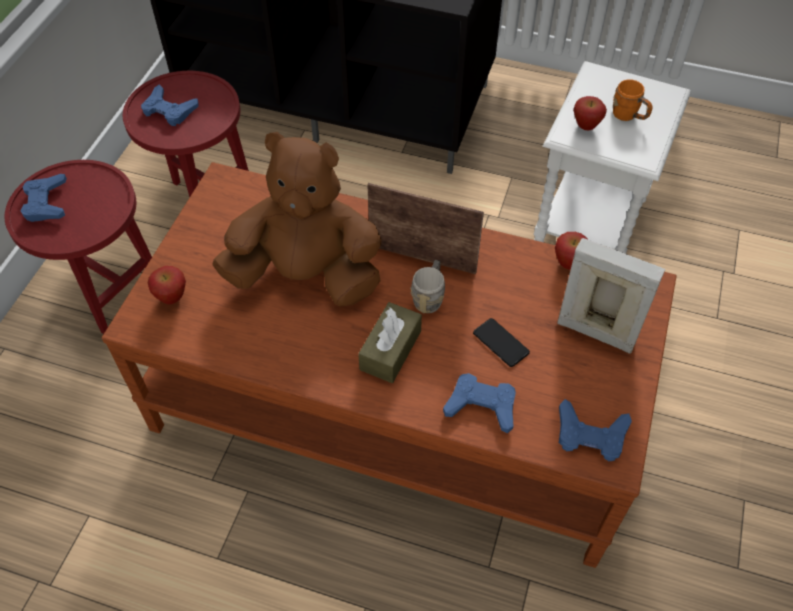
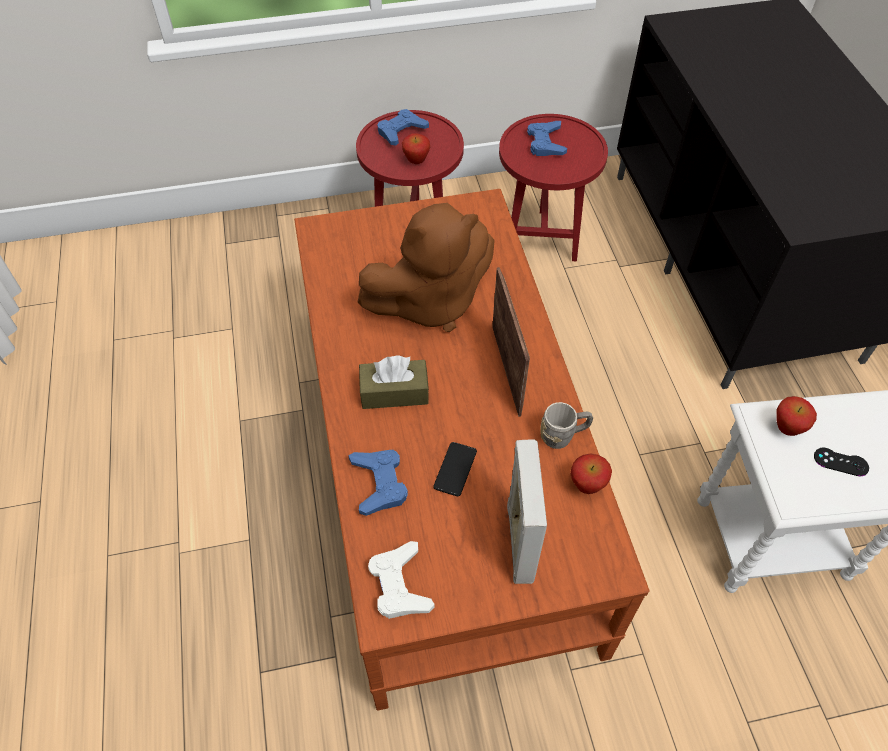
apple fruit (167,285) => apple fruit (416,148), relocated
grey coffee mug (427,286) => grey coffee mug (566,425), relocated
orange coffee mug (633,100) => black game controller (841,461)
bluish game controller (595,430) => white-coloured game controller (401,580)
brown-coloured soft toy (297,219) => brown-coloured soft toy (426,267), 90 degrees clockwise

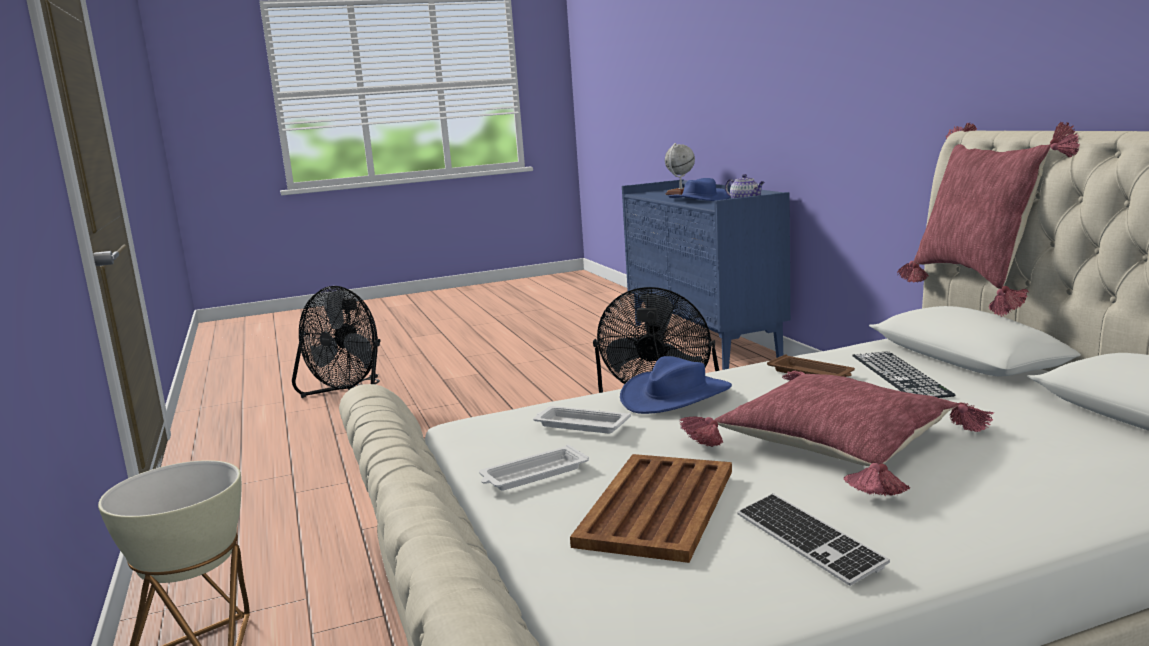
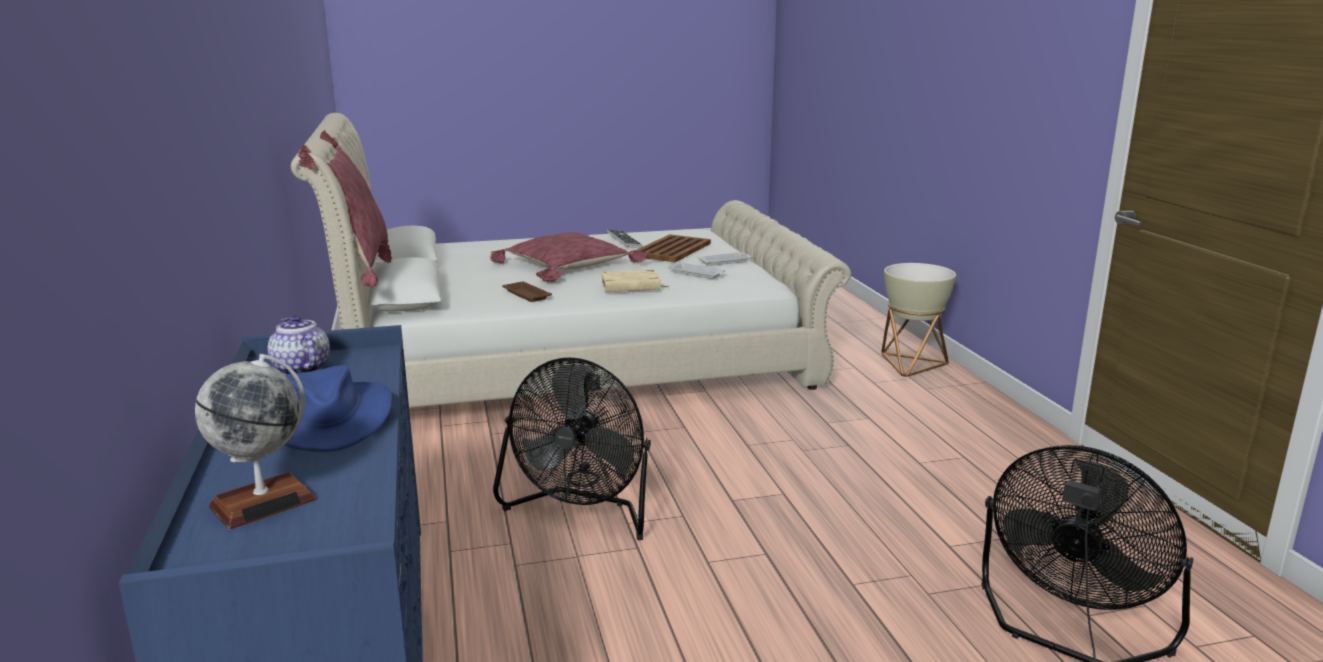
PC keyboard (904,374) => nothing
bluish hat (676,385) => sand-coloured volume (635,281)

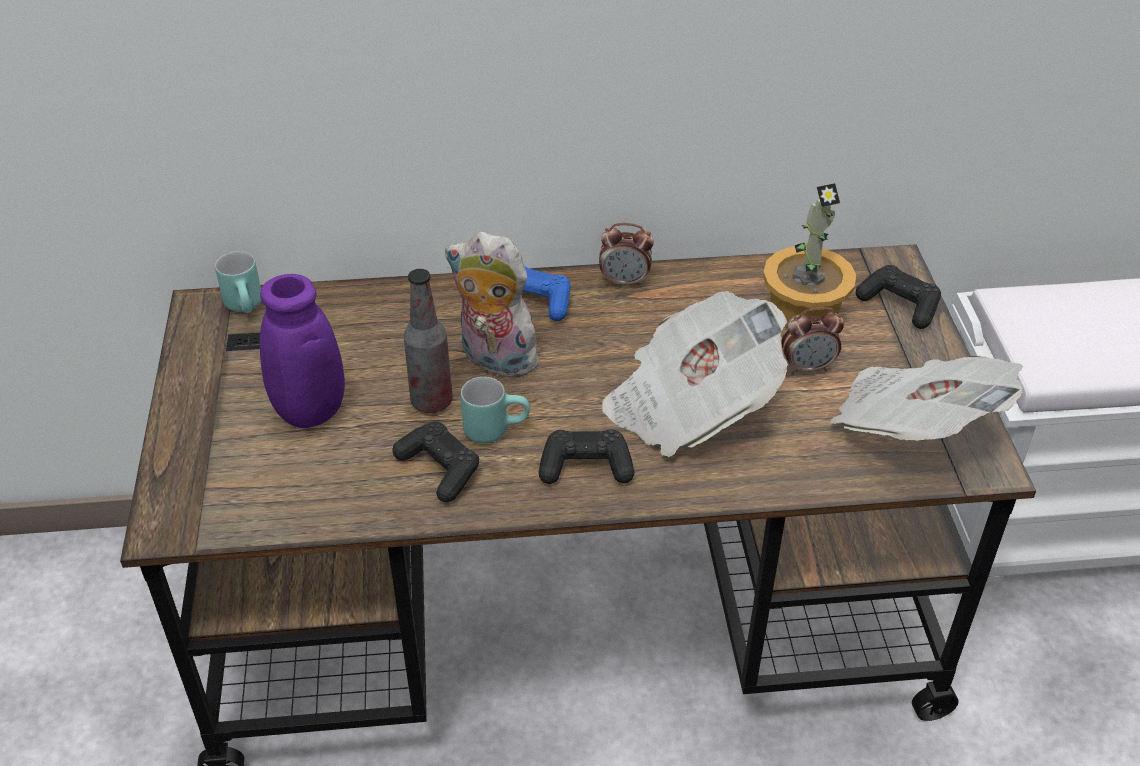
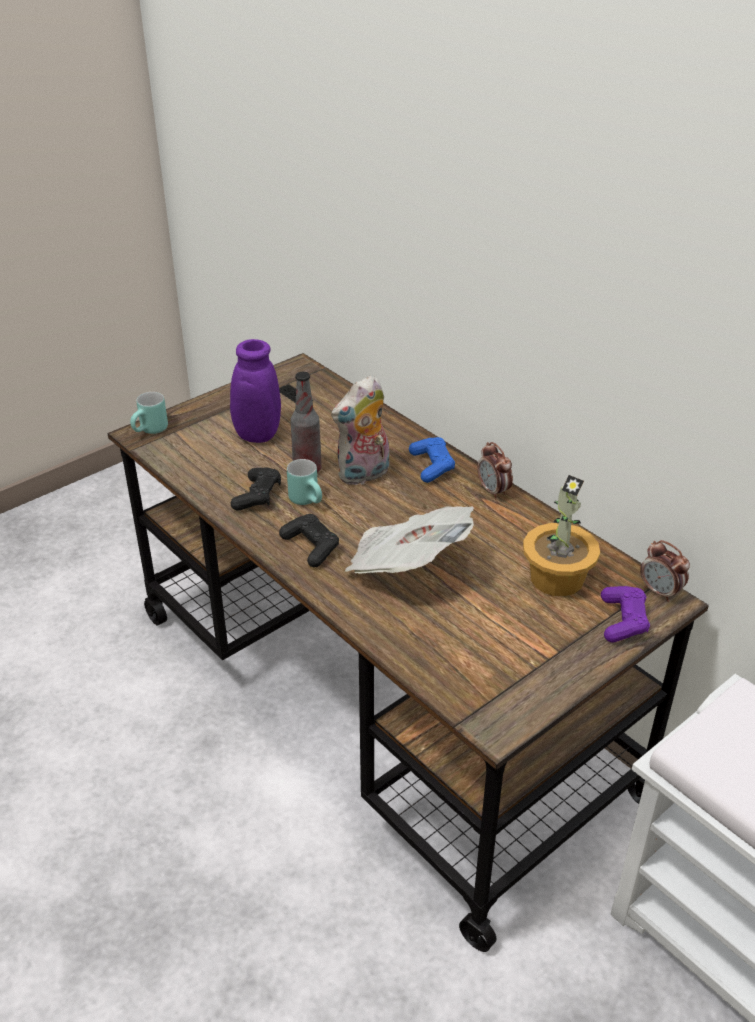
daily paper (926,398) => nothing
turquoise coffee mug (238,282) => turquoise coffee mug (149,413), relocated
table clock (812,341) => table clock (665,571), relocated
black game controller (898,297) => purple-coloured game controller (625,614)
soft toy (494,305) => soft toy (360,430), 120 degrees counterclockwise

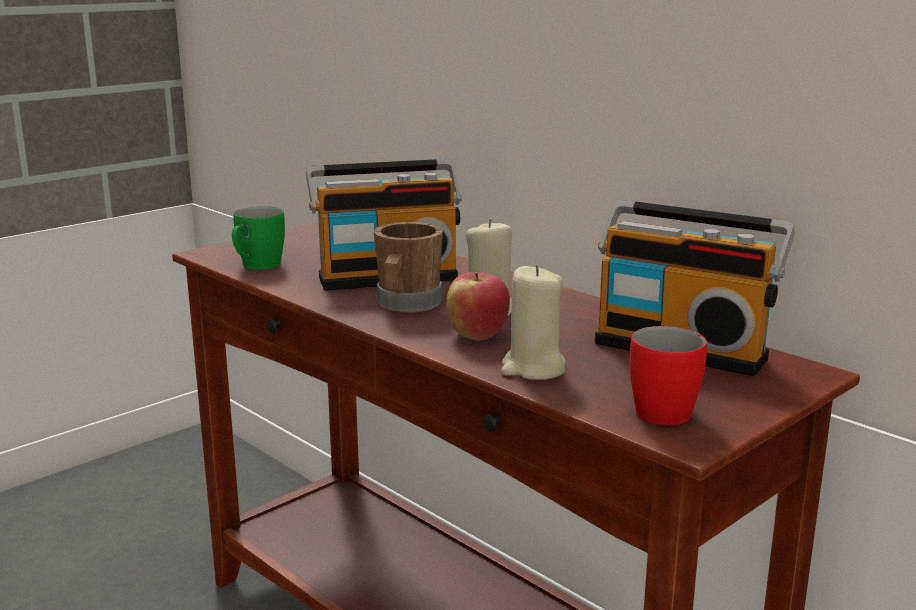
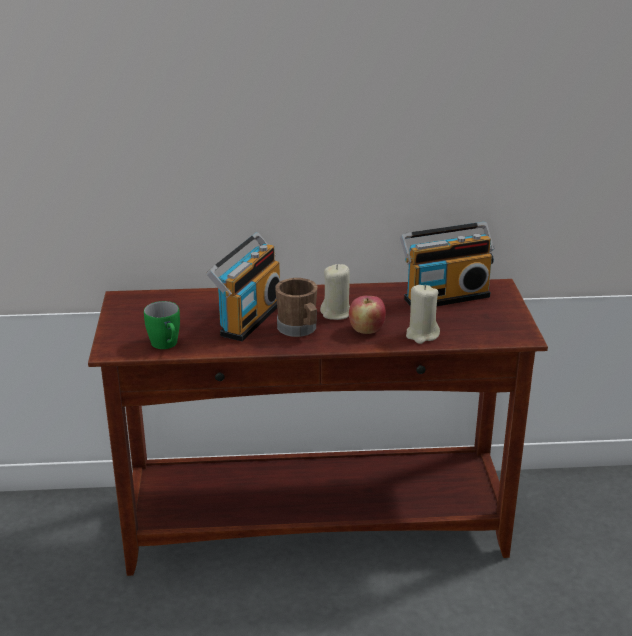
red-coloured coffee mug (668,375) => nothing

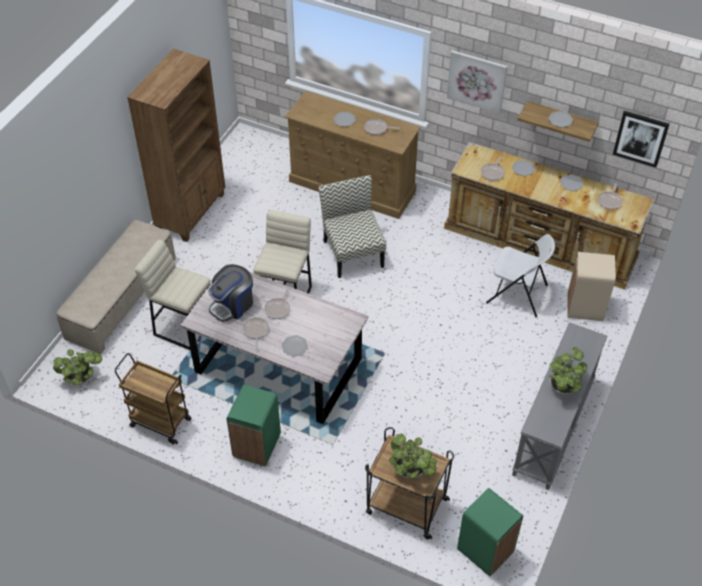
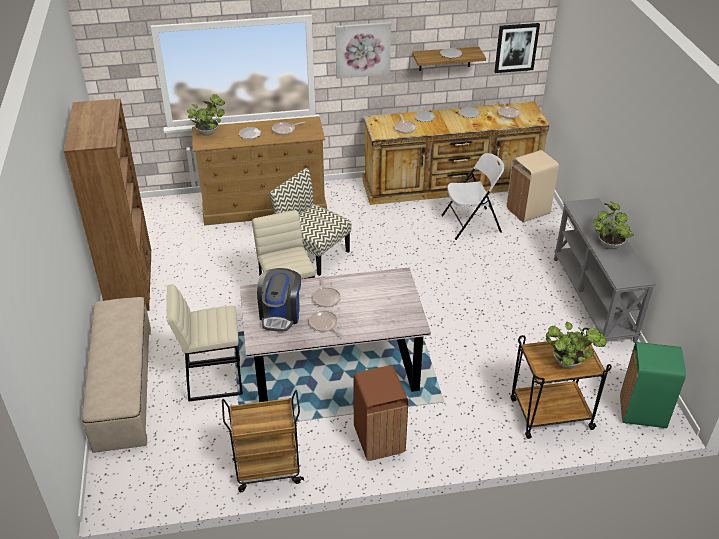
dinner plate (295,345) => nothing
plant in a pot (77,367) => plant in a pot (206,115), relocated
green waste bin (254,425) => brown-coloured waste bin (380,413)

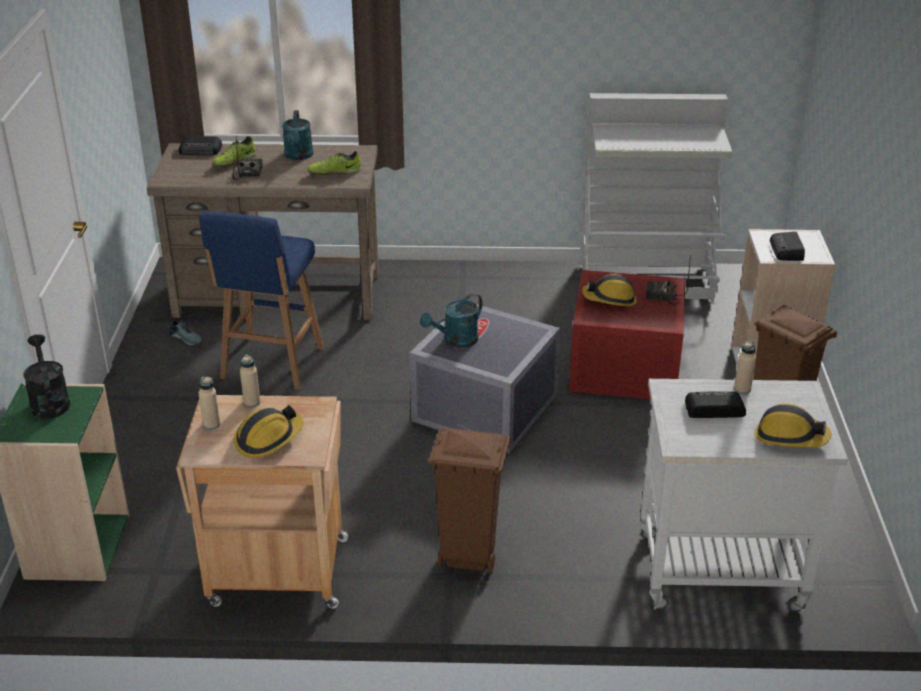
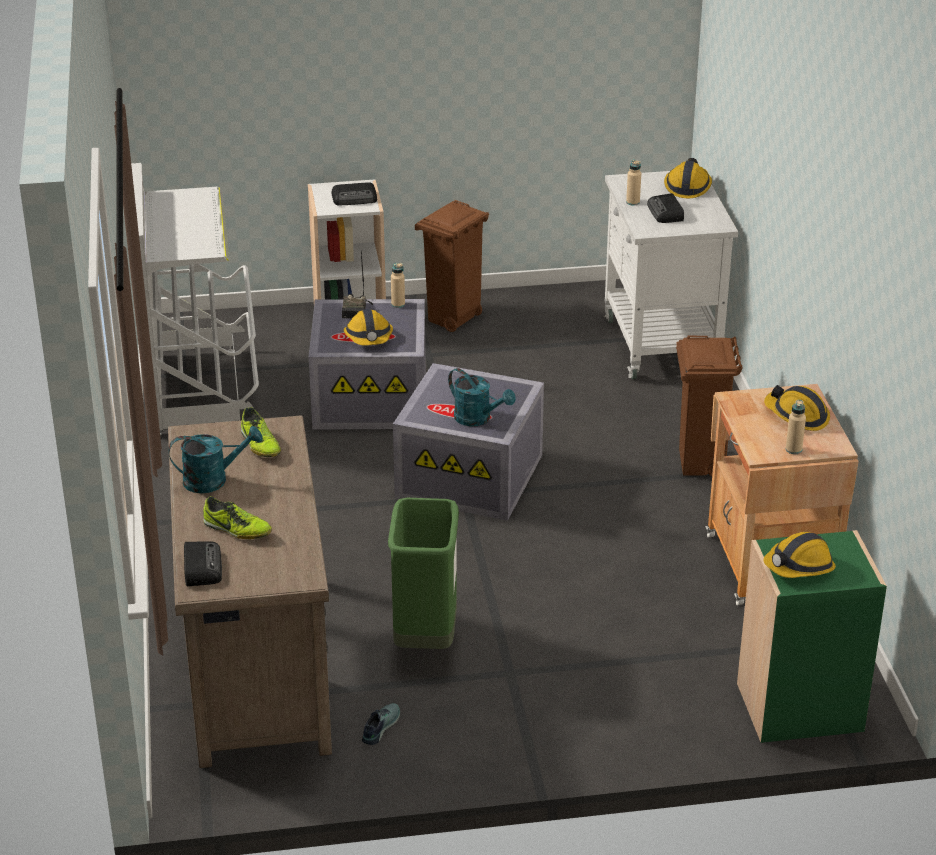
radio (248,159) => nothing
sand-coloured beverage bottle (250,380) => sand-coloured beverage bottle (398,285), relocated
black watering pot (47,376) => safety helmet (799,555)
bluish sitting stool (261,300) => green waste bin (423,573)
red-coloured storage bin (627,334) => grey storage bin (367,364)

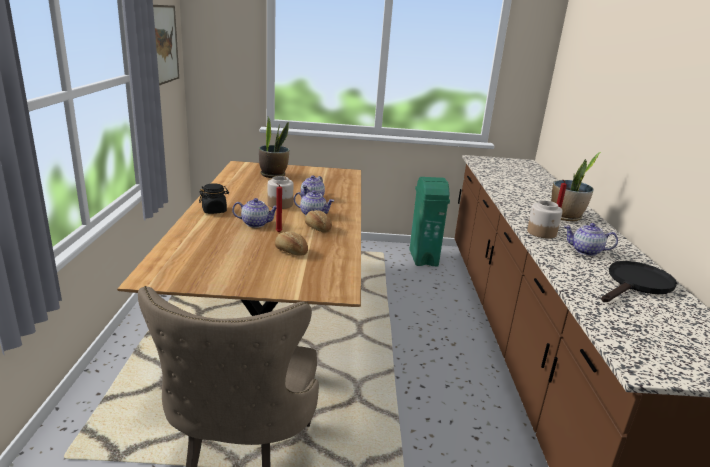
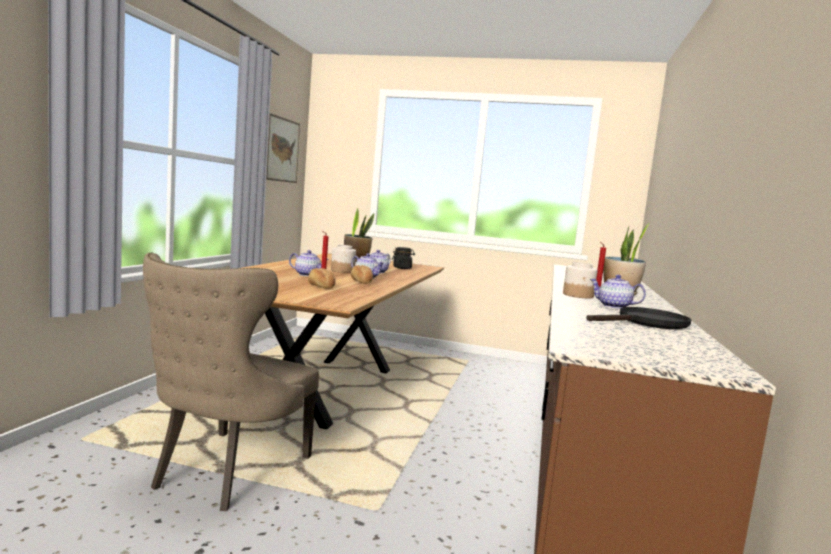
green waste bin (430,221) => nothing
black storage jar (214,198) => black storage jar (403,258), relocated

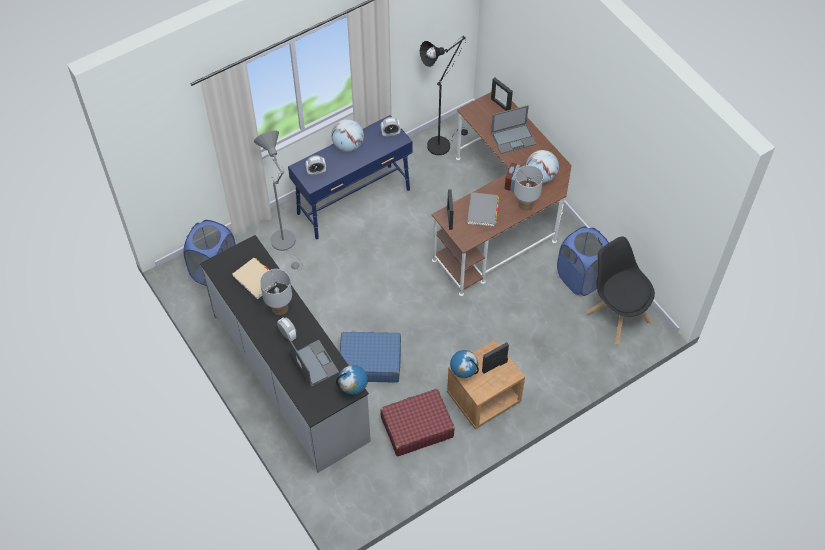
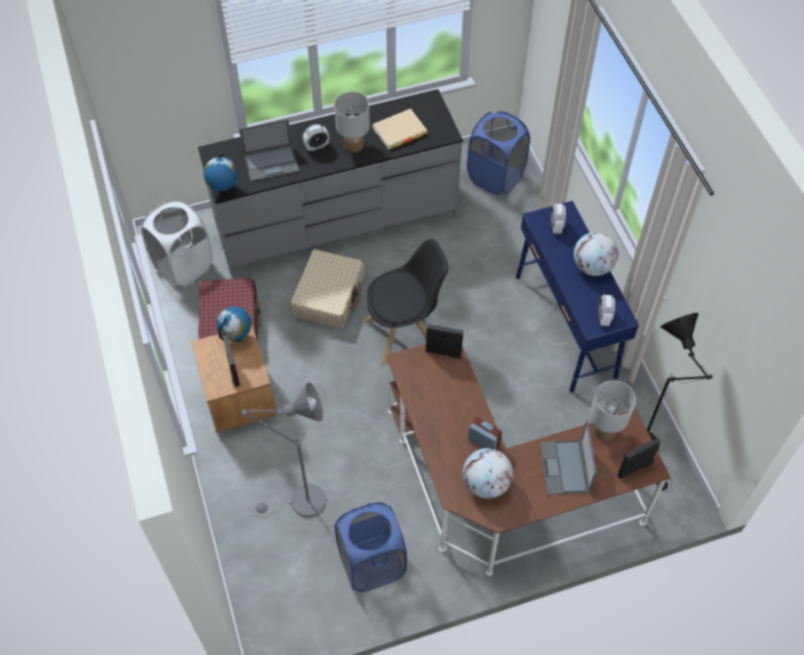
grey volume (483,209) => nothing
nothing => white-coloured laundry basket (177,243)
grey standing lamp (278,199) => grey standing lamp (284,450), relocated
grey lamp for a table (528,188) => grey lamp for a table (613,410), relocated
black chair (620,290) => black chair (406,301), relocated
bluish suitcase (370,357) => sand-coloured suitcase (327,289)

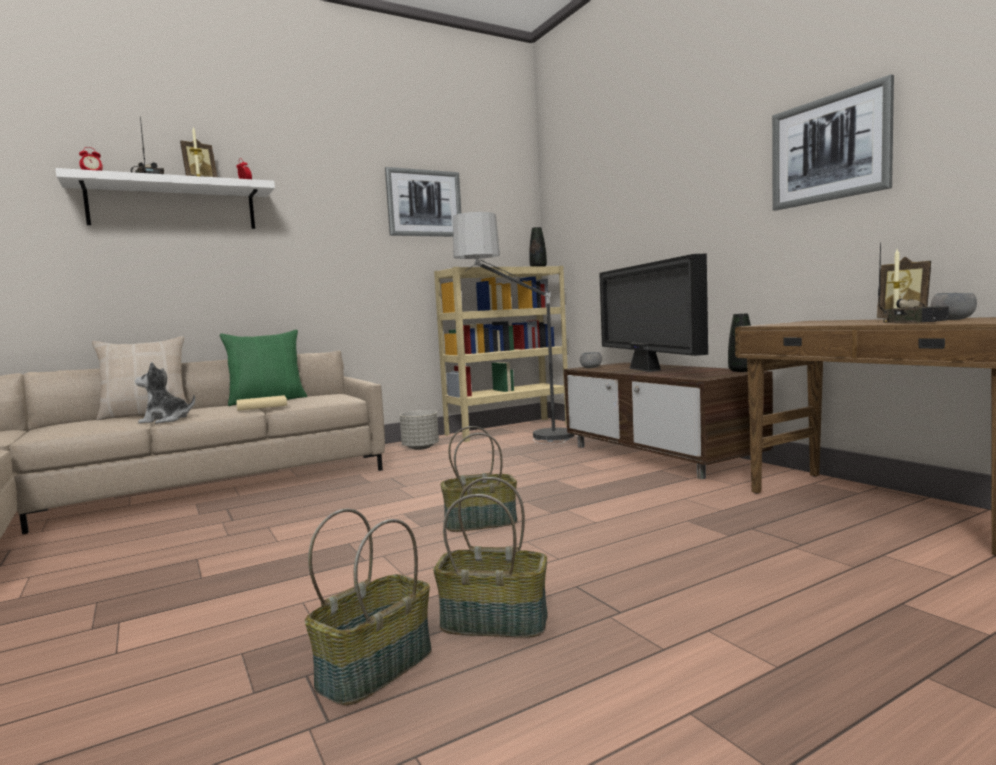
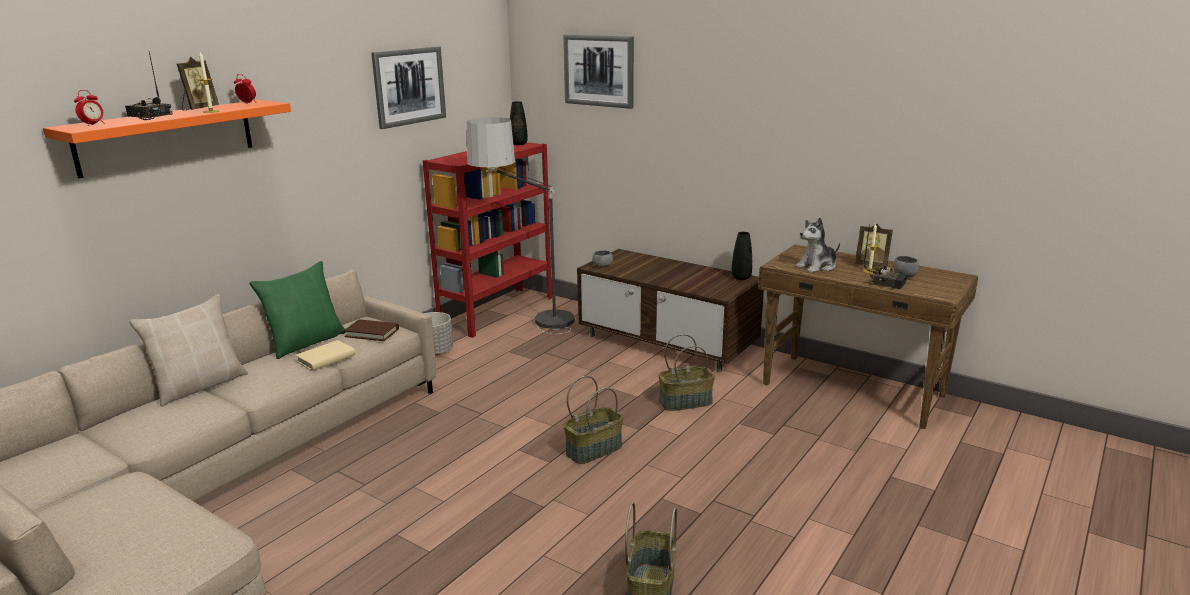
TV set (653,312) => nothing
nothing => brown-coloured volume (371,330)
soft toy (165,393) => soft toy (818,245), relocated
household basket (490,557) => household basket (687,372), relocated
wall picture (833,142) => wall picture (598,72), relocated
white-coloured shelf (165,198) => orange shelf (167,139)
sand-coloured bookshelf (501,354) => red-coloured bookshelf (487,240)

